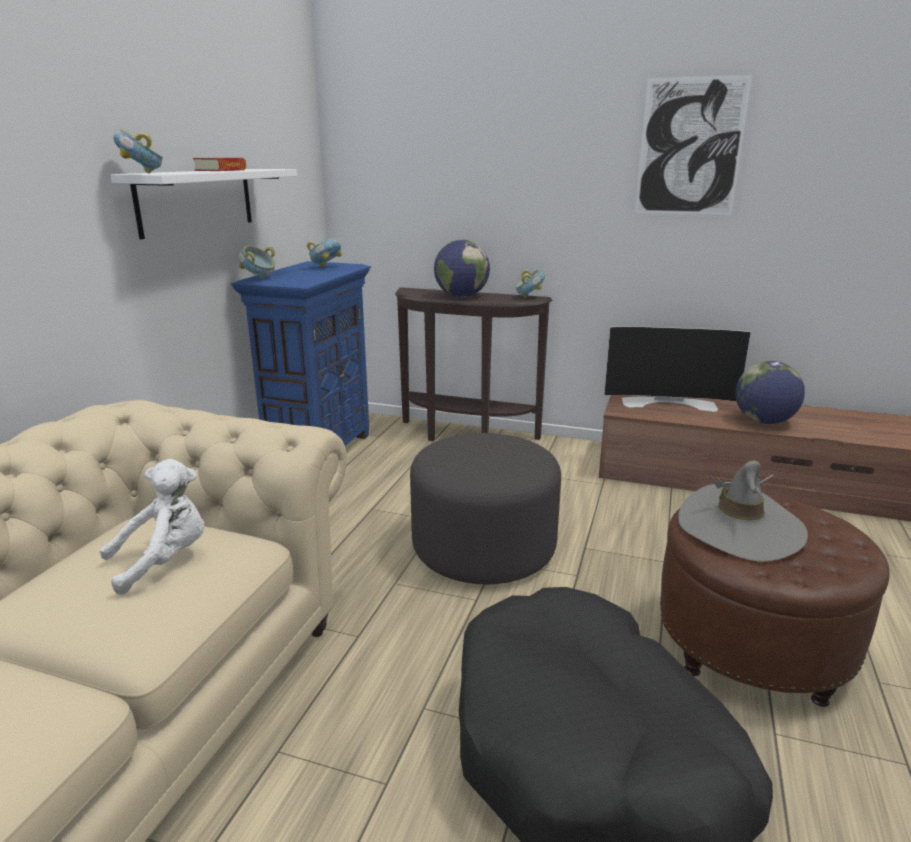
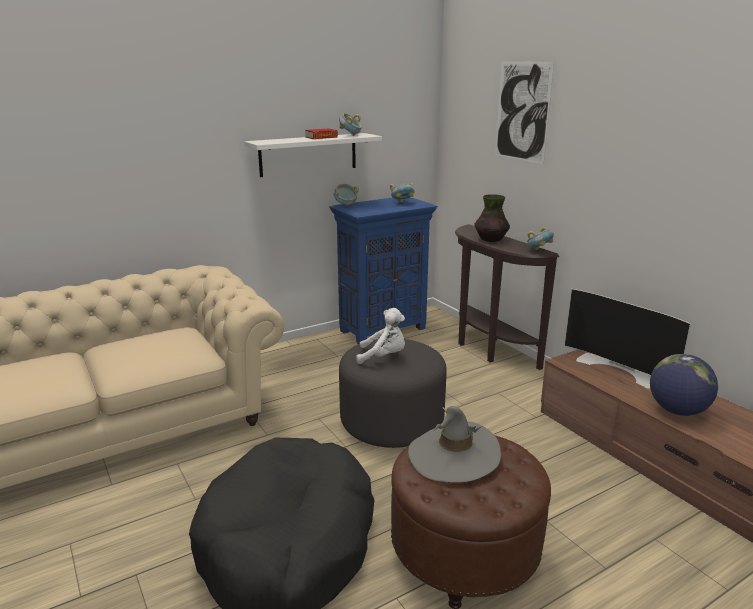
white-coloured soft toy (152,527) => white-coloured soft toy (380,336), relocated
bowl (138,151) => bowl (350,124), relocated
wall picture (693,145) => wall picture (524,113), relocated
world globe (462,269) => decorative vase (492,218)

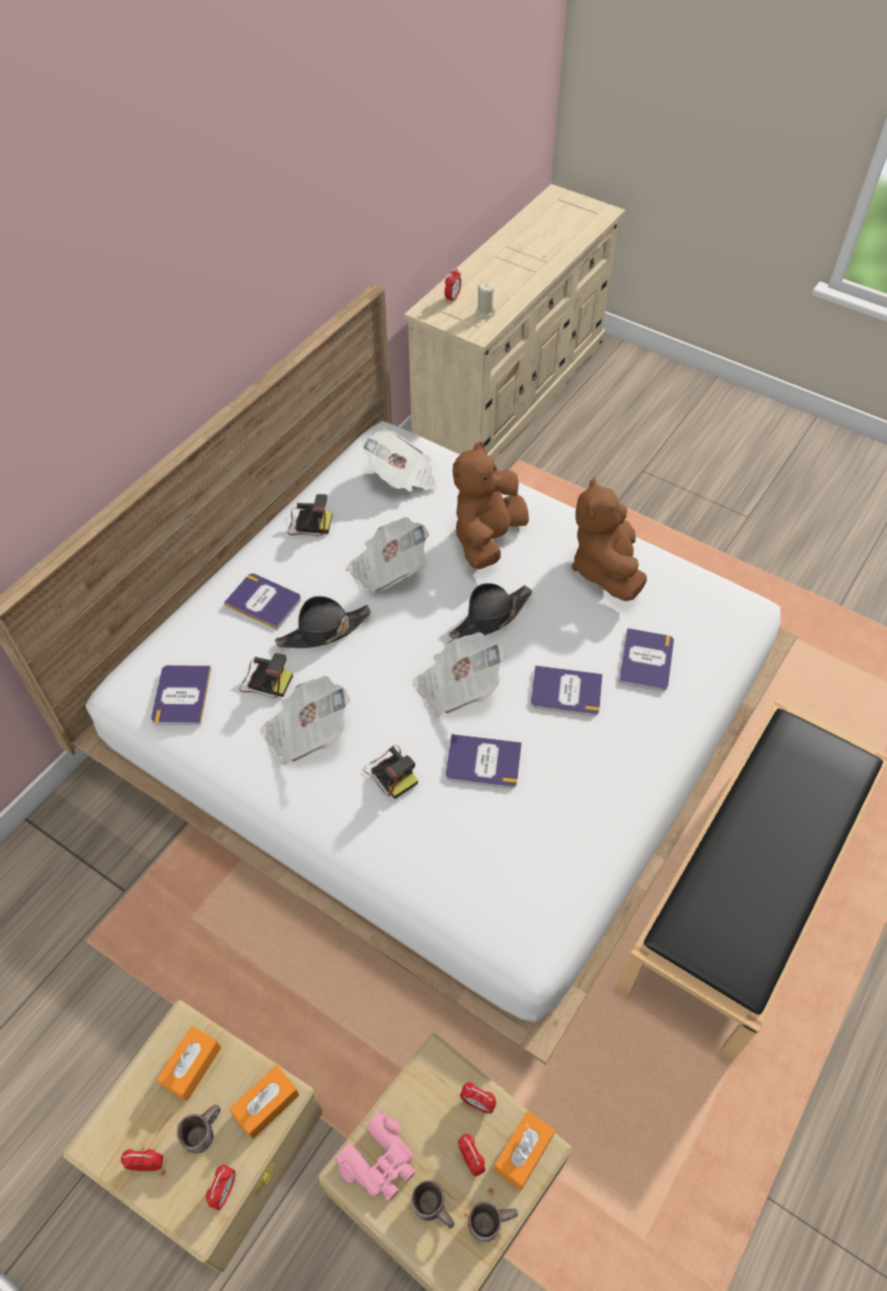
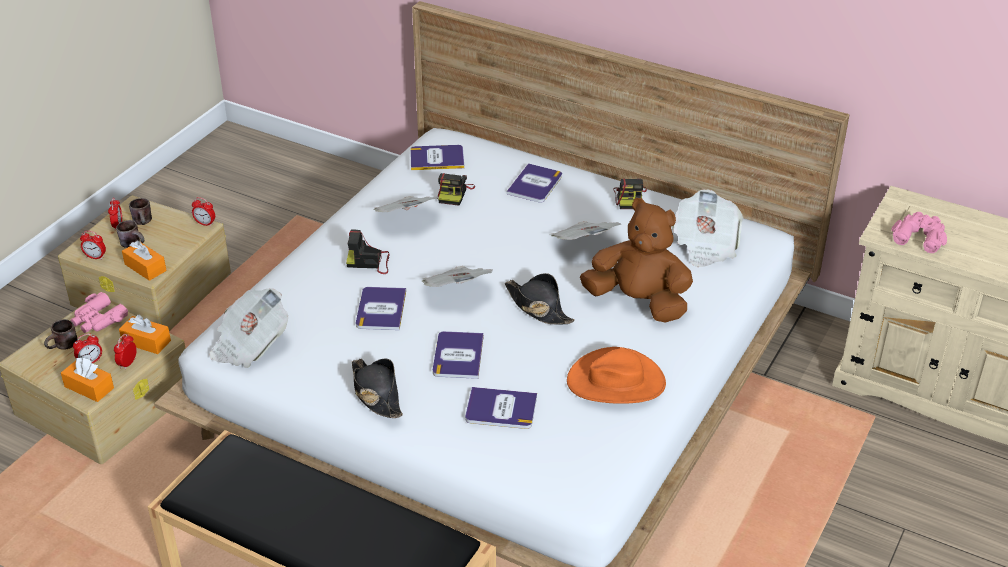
nothing => daily paper (249,328)
orange box of tissues (189,1063) => orange box of tissues (145,334), relocated
black hat (323,622) => black hat (377,388), relocated
table clock (453,285) => table clock (203,212), relocated
brown-coloured coffee mug (493,1221) => brown-coloured coffee mug (140,211), relocated
sand-coloured wax light (485,301) => pink-coloured field glasses (919,232)
brown-coloured soft toy (609,539) => orange hat (616,375)
still camera (390,772) => still camera (368,251), 45 degrees clockwise

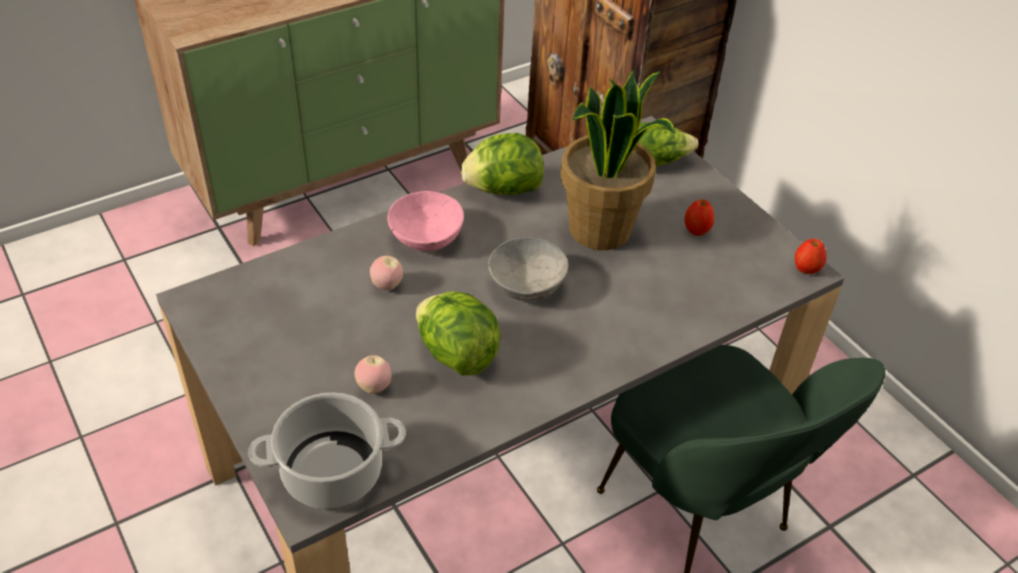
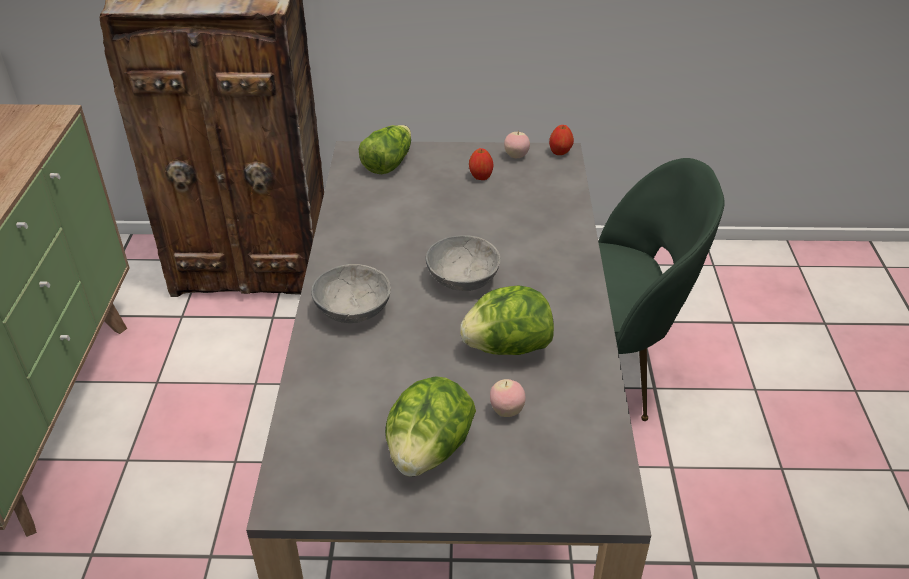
cooking pot (327,451) => nothing
plant in a pot (618,160) => nothing
apple fruit (386,273) => apple fruit (517,144), relocated
head of lettuce (502,164) => head of lettuce (430,426), relocated
pink-coloured bowl (425,221) => grey bowl (351,293)

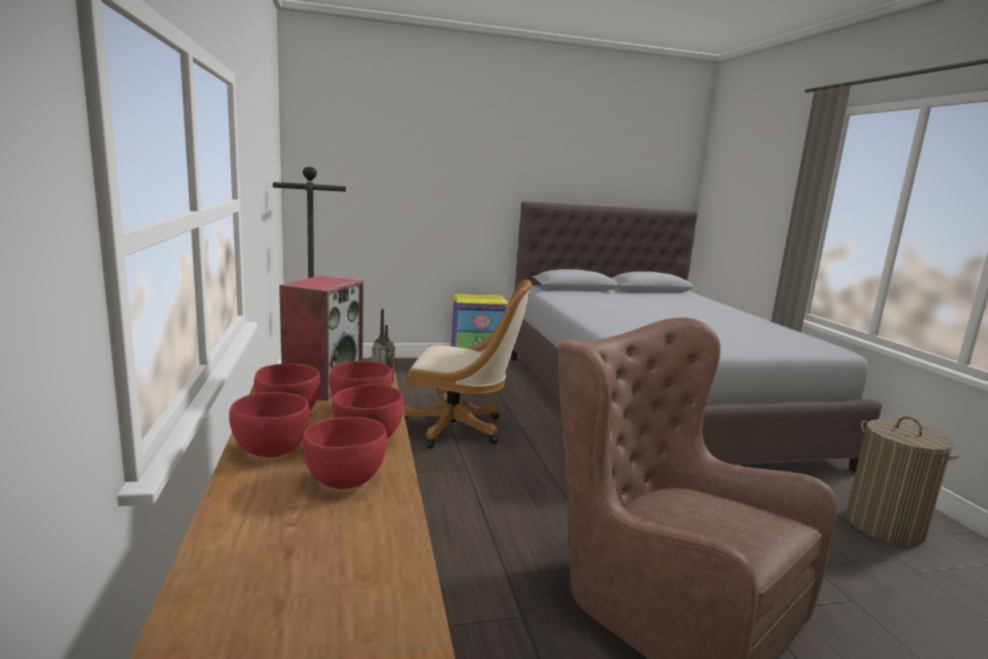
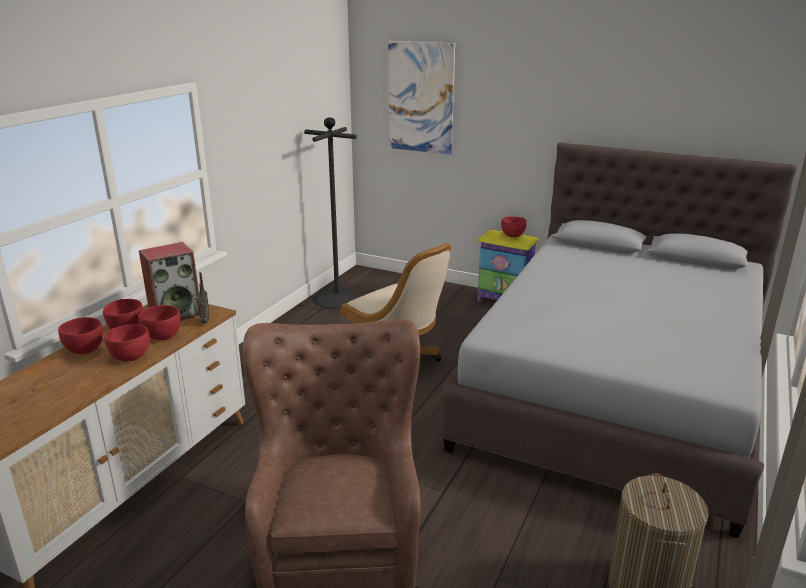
nothing => wall picture (421,98)
red-coloured bowl (345,453) => red-coloured bowl (514,226), relocated

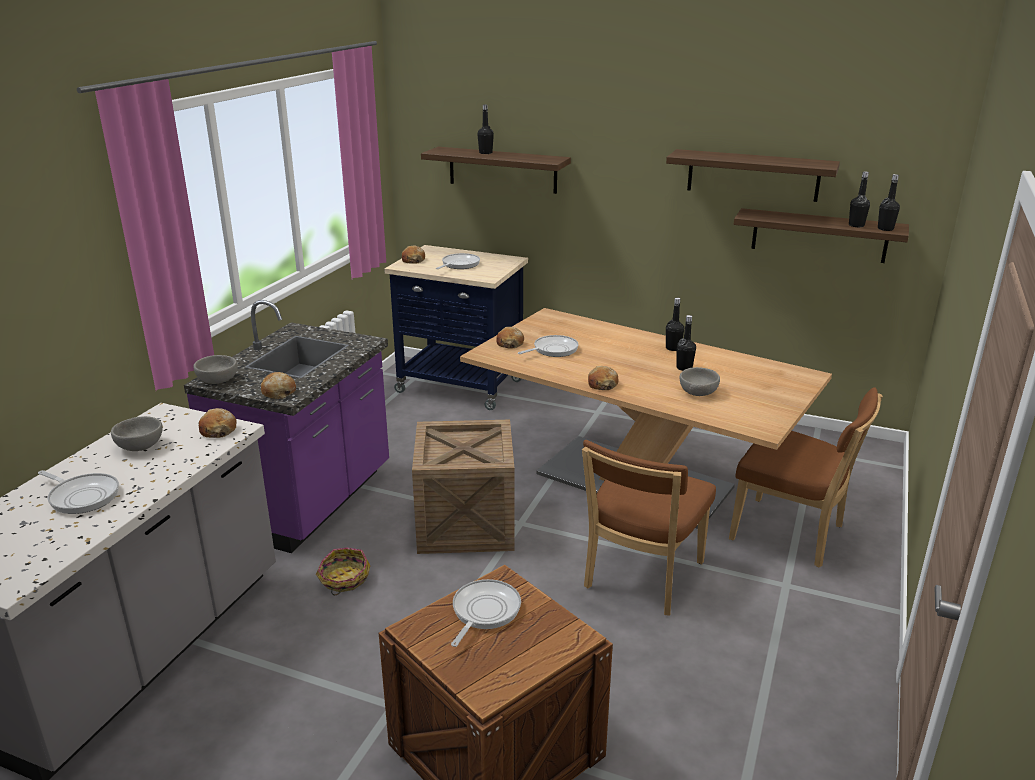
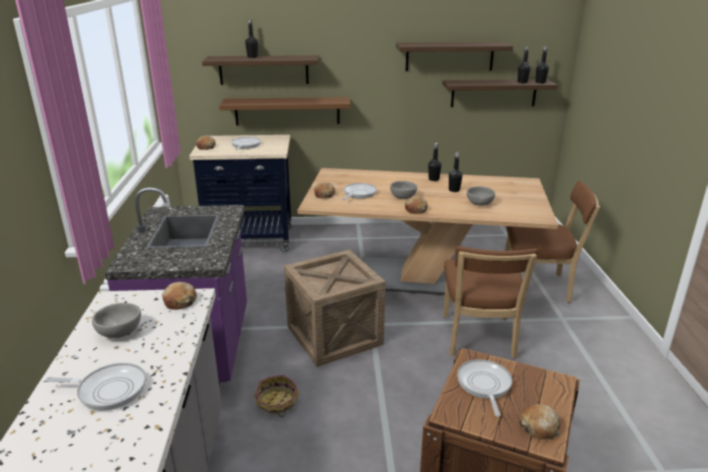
nothing => brown-coloured shelf (285,111)
grey bowl (215,369) => grey bowl (403,190), relocated
bakery bread (278,385) => bakery bread (539,422), relocated

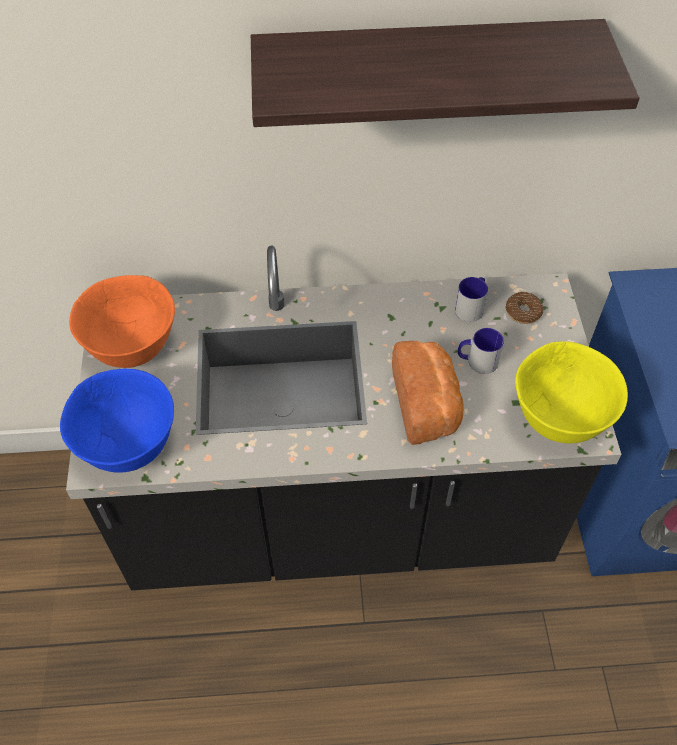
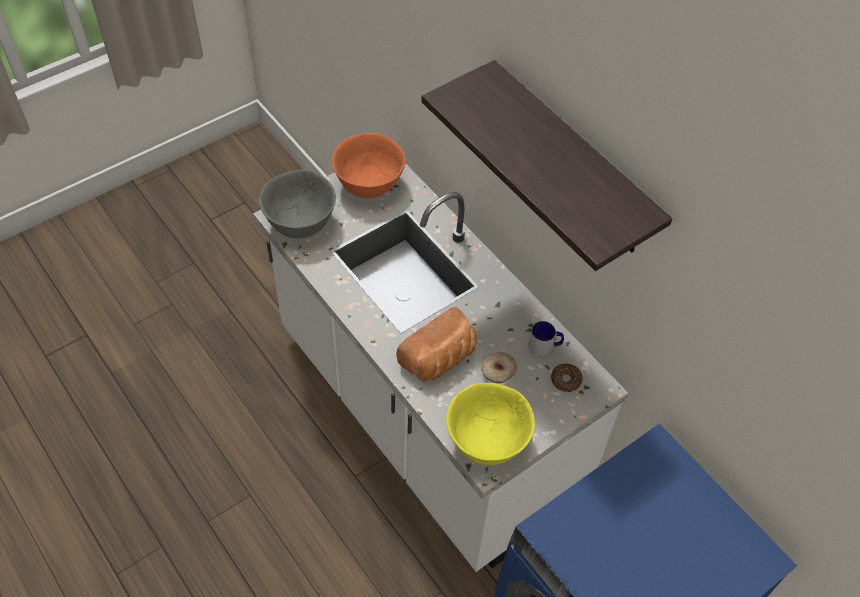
coffee mug (481,351) => donut (499,367)
bluish bowl (117,421) => grey bowl (297,204)
black kitchen base unit (344,418) => white-coloured kitchen base unit (440,367)

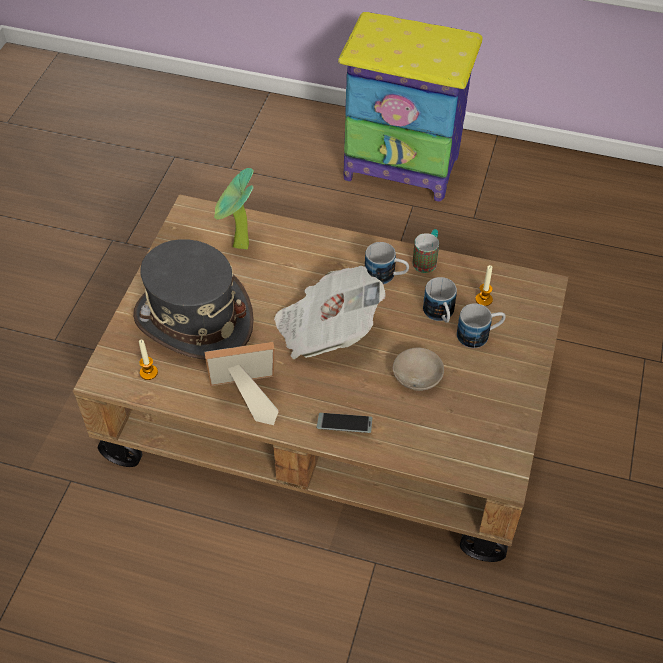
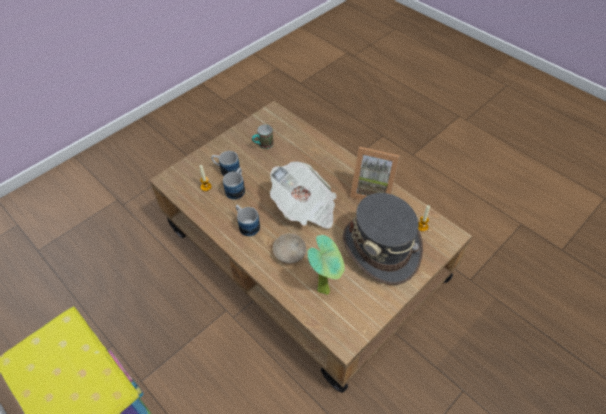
phone (344,423) => nothing
sand-coloured bowl (418,369) => sand-coloured bowl (290,248), relocated
coffee mug (425,251) => coffee mug (263,137), relocated

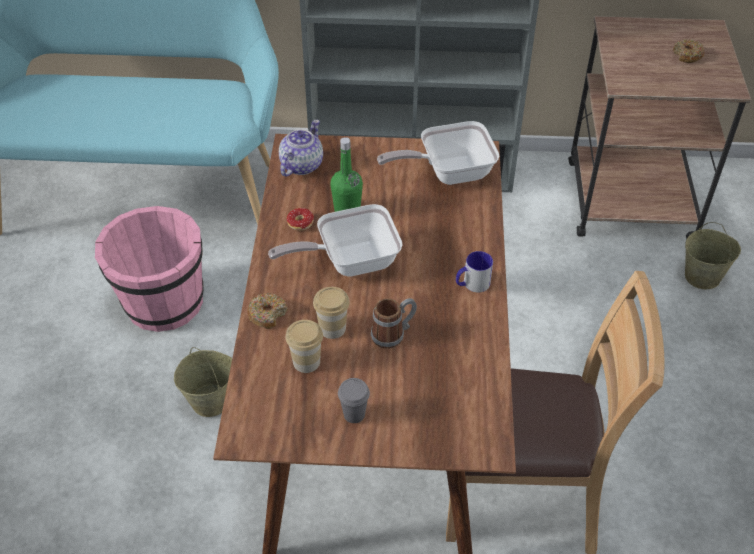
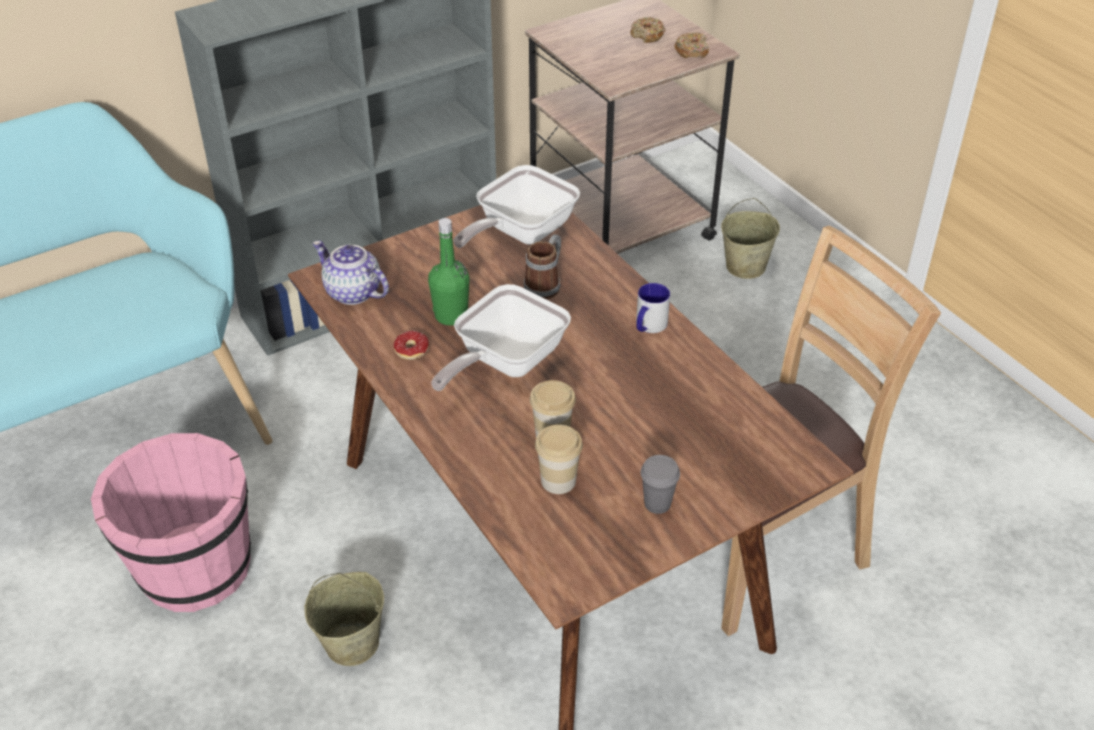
donut (267,311) => donut (692,45), relocated
coffee mug (394,323) => coffee mug (542,266), relocated
tea pot (301,148) => tea pot (351,273), 45 degrees counterclockwise

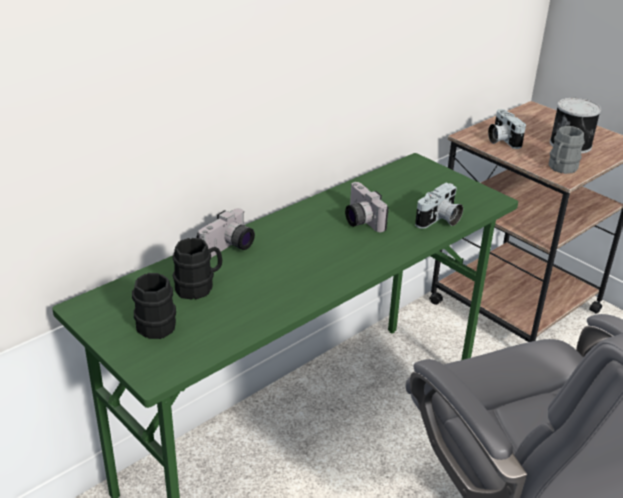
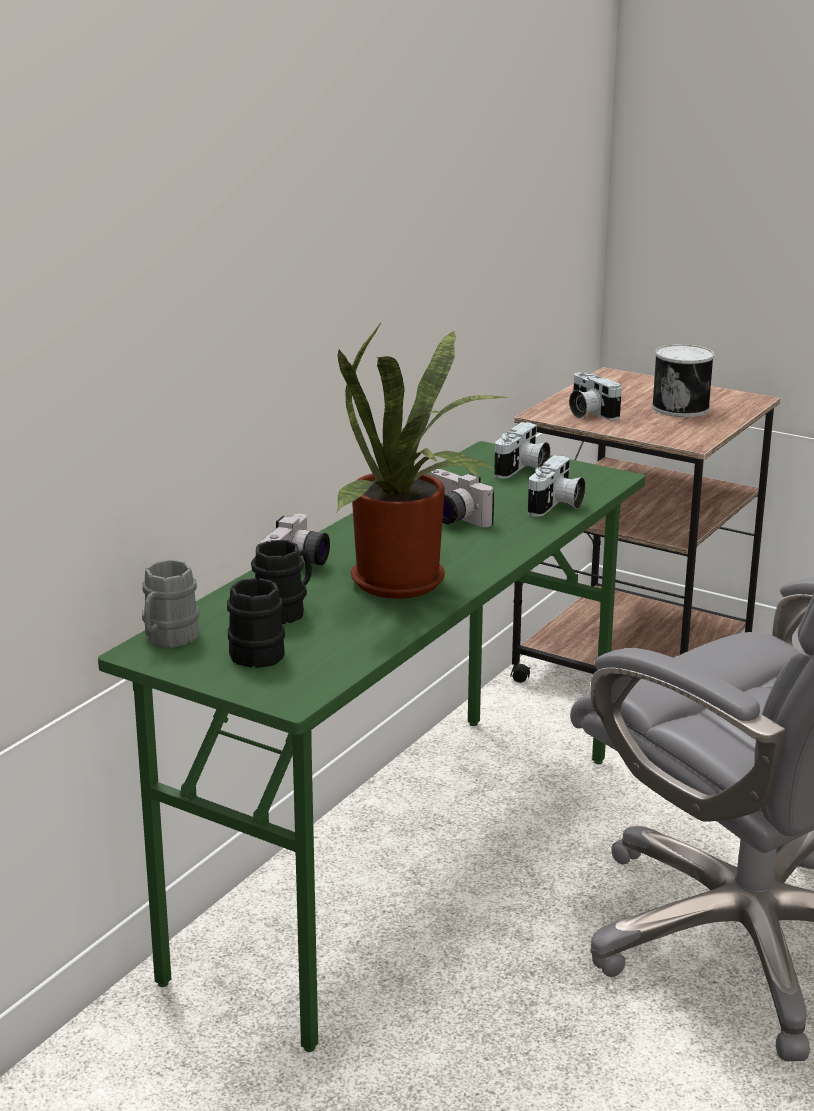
nothing => plant in a pot (423,460)
nothing => still camera (522,450)
grey coffee mug (567,150) => grey coffee mug (170,604), relocated

